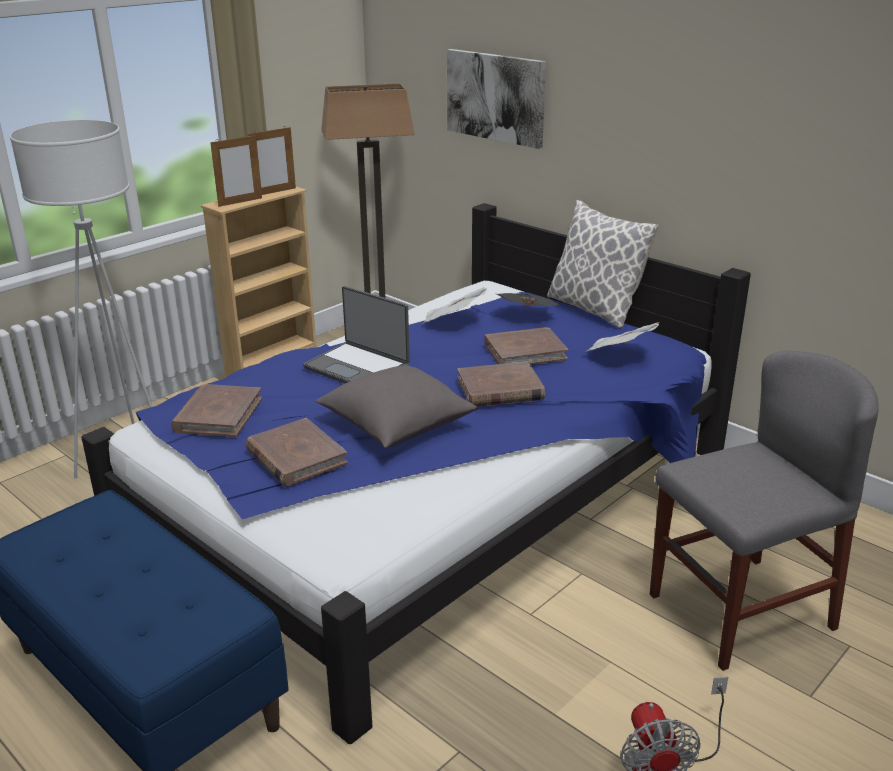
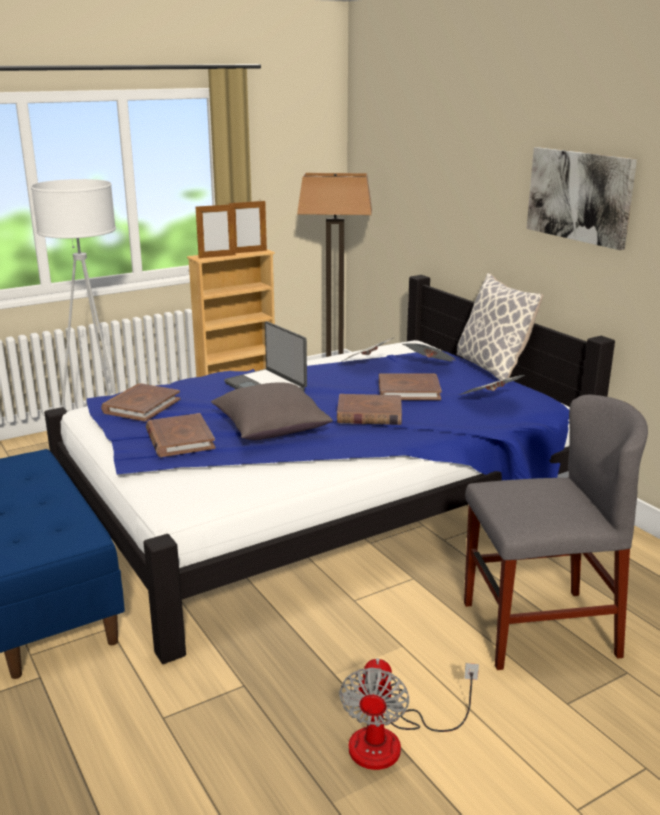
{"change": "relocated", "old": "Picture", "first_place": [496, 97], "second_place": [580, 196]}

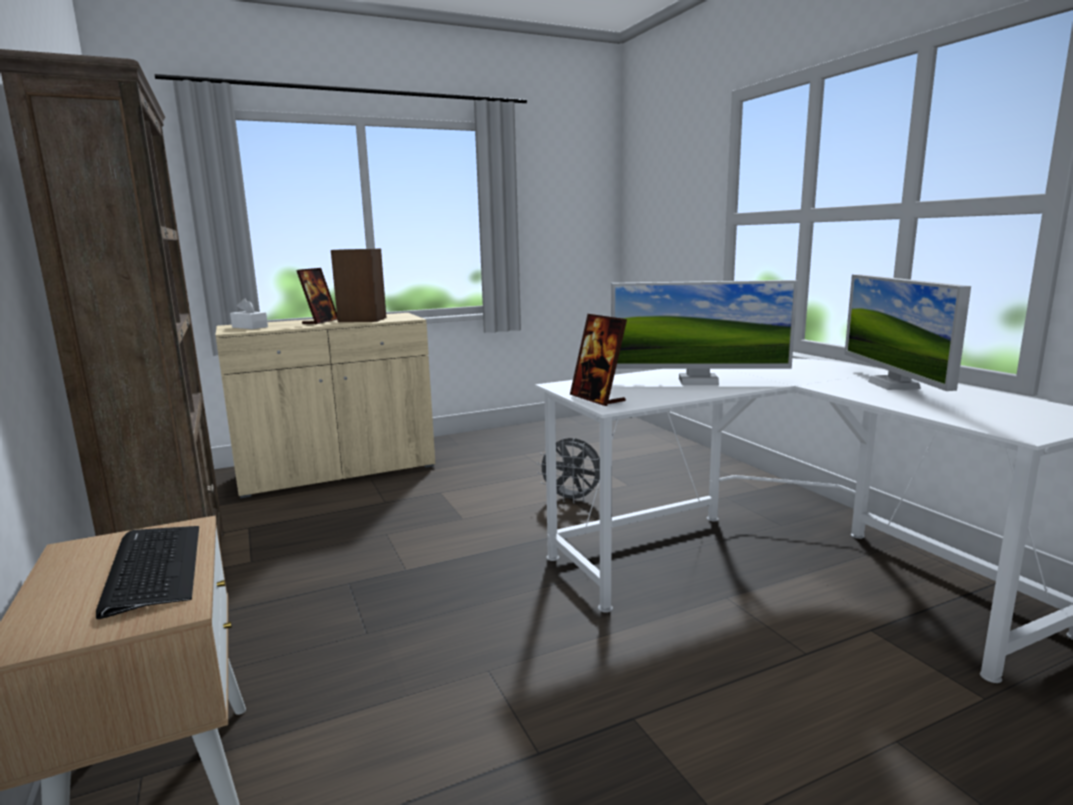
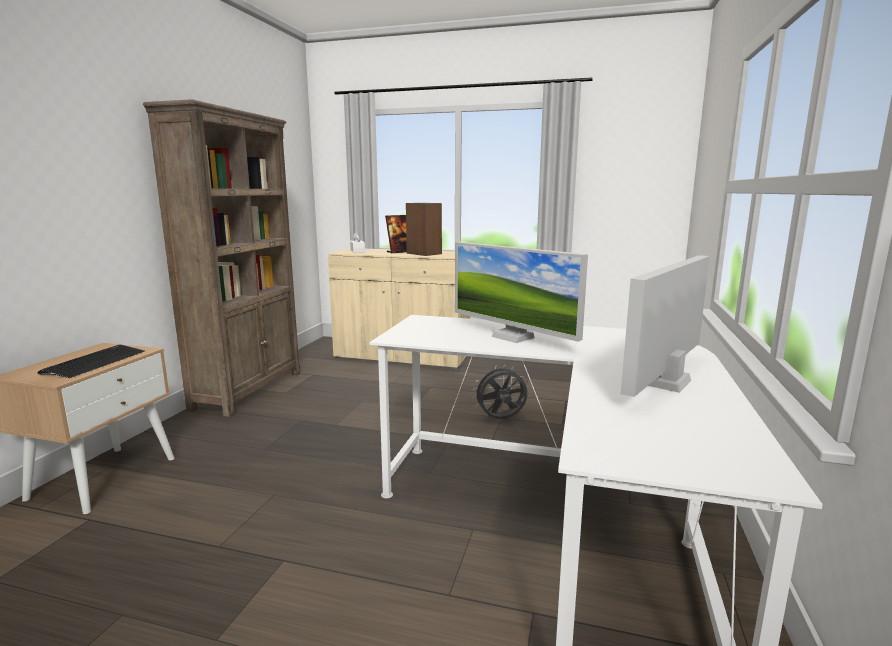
{"change": "missing", "old": "PictureFrame", "first_place": [597, 398]}
{"change": "spun", "old": "GreyFan", "first_place": [572, 499], "second_place": [501, 420], "degrees": 105}

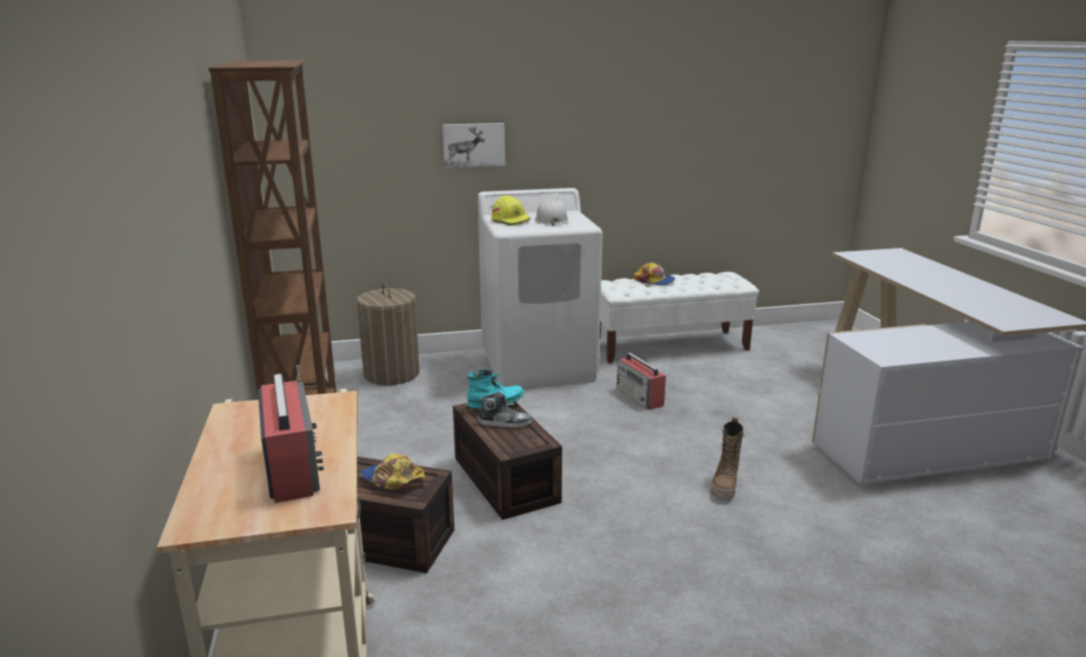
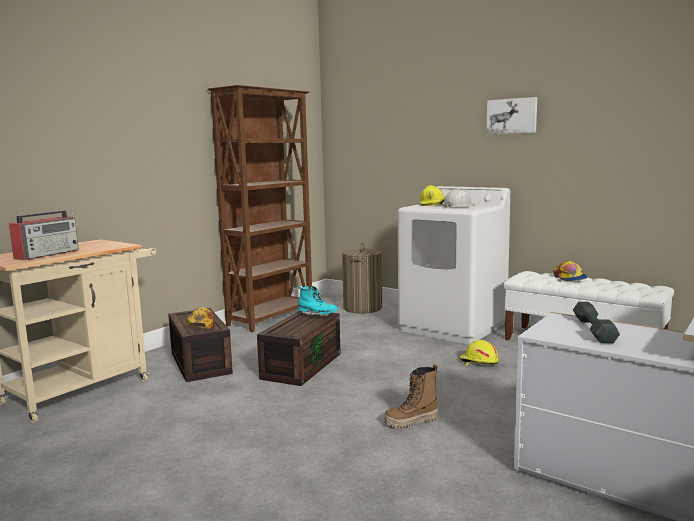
{"change": "relocated", "old": "Picture", "first_place": [473, 144], "second_place": [512, 116]}
{"change": "exchanged", "old": "Radio", "new": "YellowHardHat", "first_place": [640, 397], "second_place": [478, 362]}
{"change": "missing", "old": "Shoe", "first_place": [505, 423]}
{"change": "appeared", "new": "GreyDumbbell", "second_place": [593, 330]}

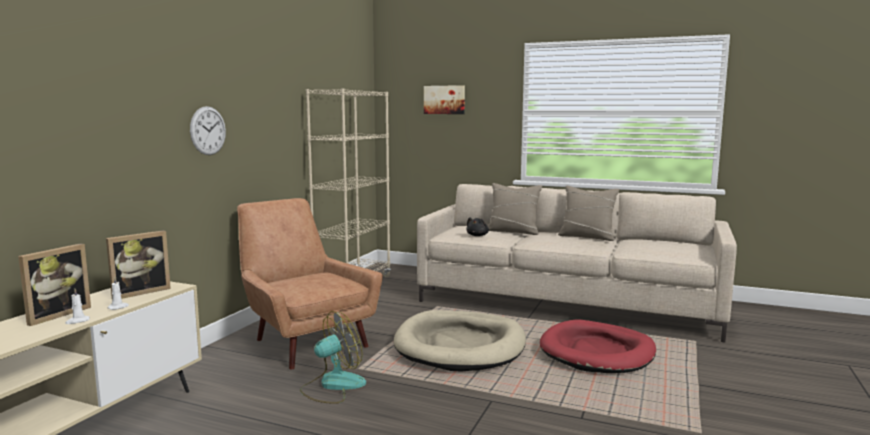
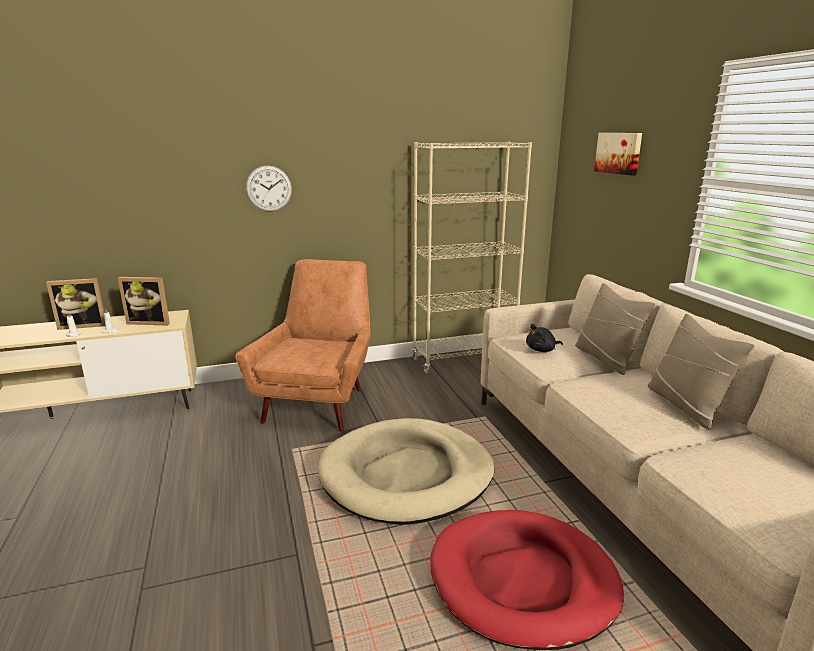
{"change": "missing", "old": "Fan", "first_place": [332, 386]}

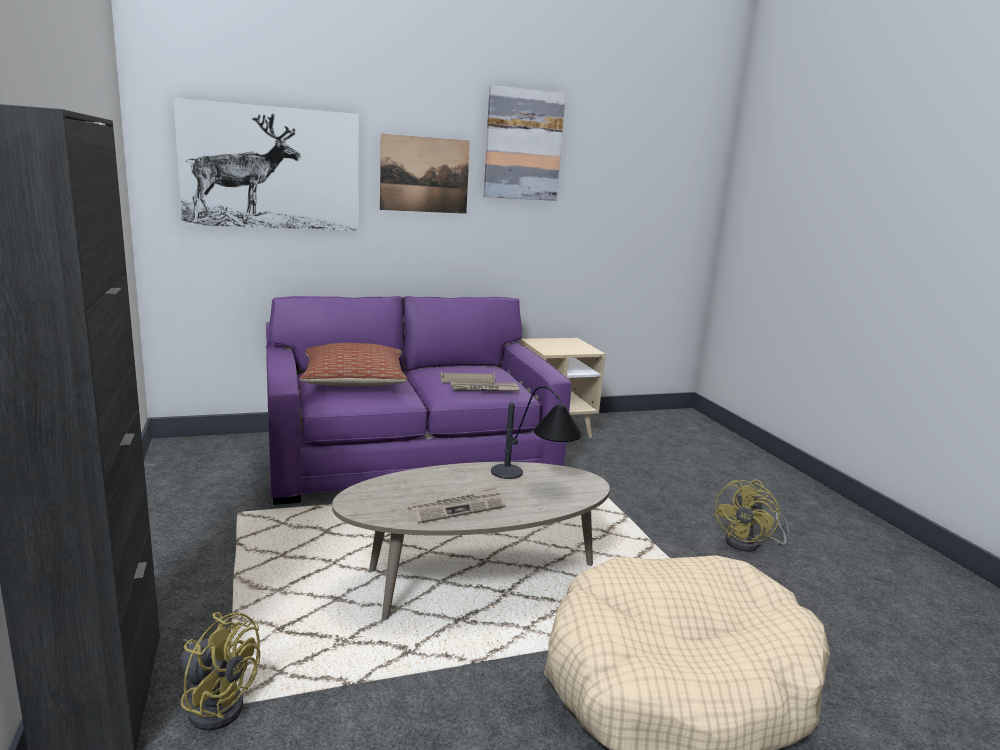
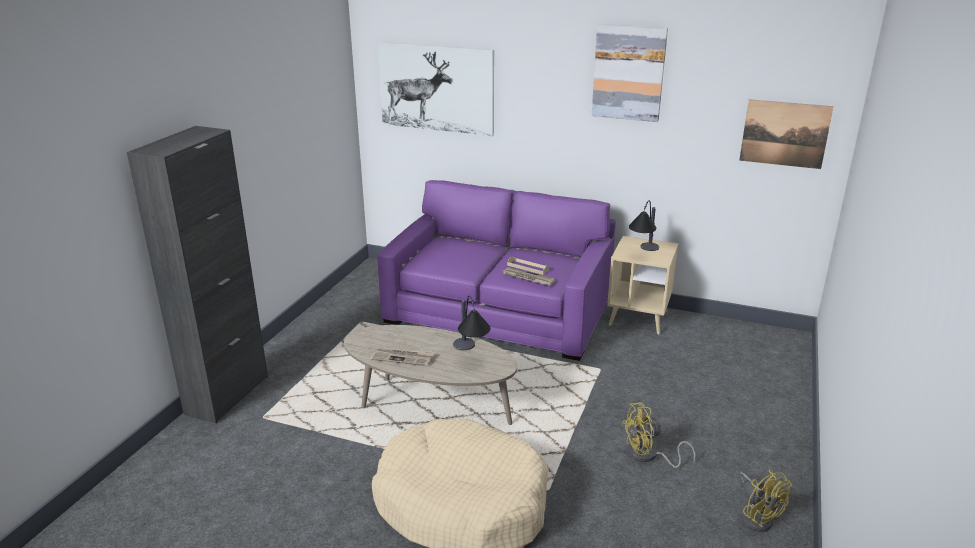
{"change": "relocated", "old": "Picture", "first_place": [424, 175], "second_place": [784, 134]}
{"change": "missing", "old": "Pillow", "first_place": [354, 381]}
{"change": "relocated", "old": "YellowFan", "first_place": [217, 702], "second_place": [757, 516]}
{"change": "appeared", "new": "TableLamp", "second_place": [643, 254]}

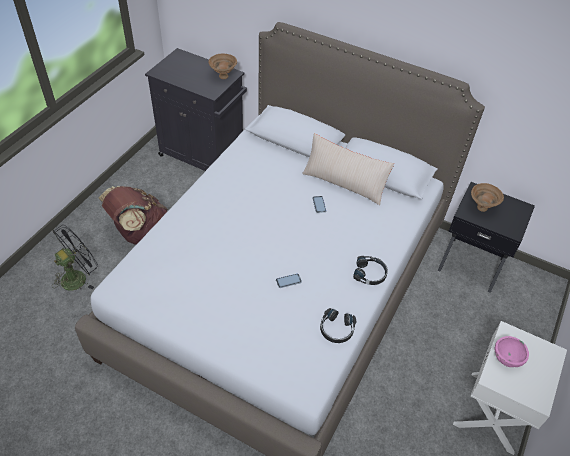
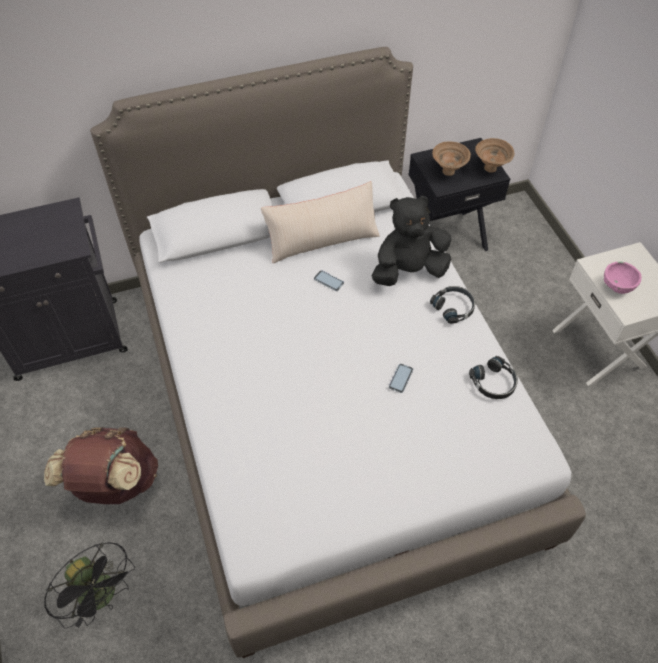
{"change": "relocated", "old": "BrownBowl", "first_place": [223, 77], "second_place": [491, 169]}
{"change": "spun", "old": "BlackFan", "first_place": [78, 276], "second_place": [103, 596], "degrees": 135}
{"change": "appeared", "new": "BlackPlushToy", "second_place": [408, 271]}

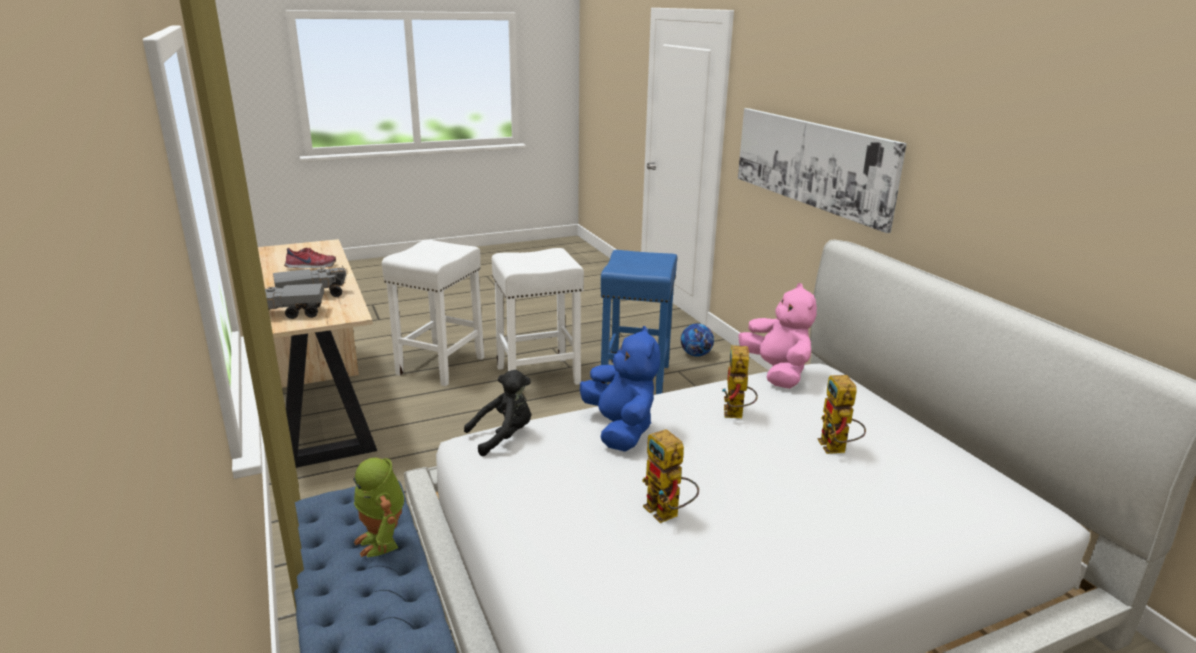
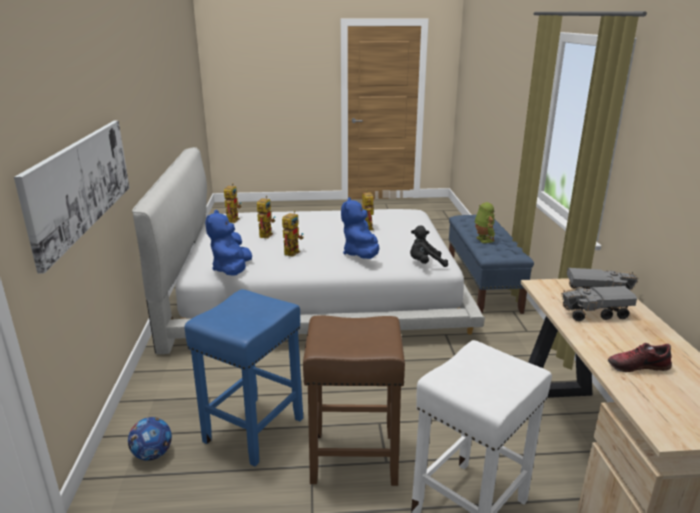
{"change": "colour", "old": "WhiteStool", "new": "BrownStool", "first_place": [539, 375], "second_place": [352, 458]}
{"change": "colour", "old": "PinkPlushToy", "new": "BluePlushToy", "first_place": [776, 373], "second_place": [232, 270]}
{"change": "appeared", "new": "ToyRobot", "second_place": [233, 219]}

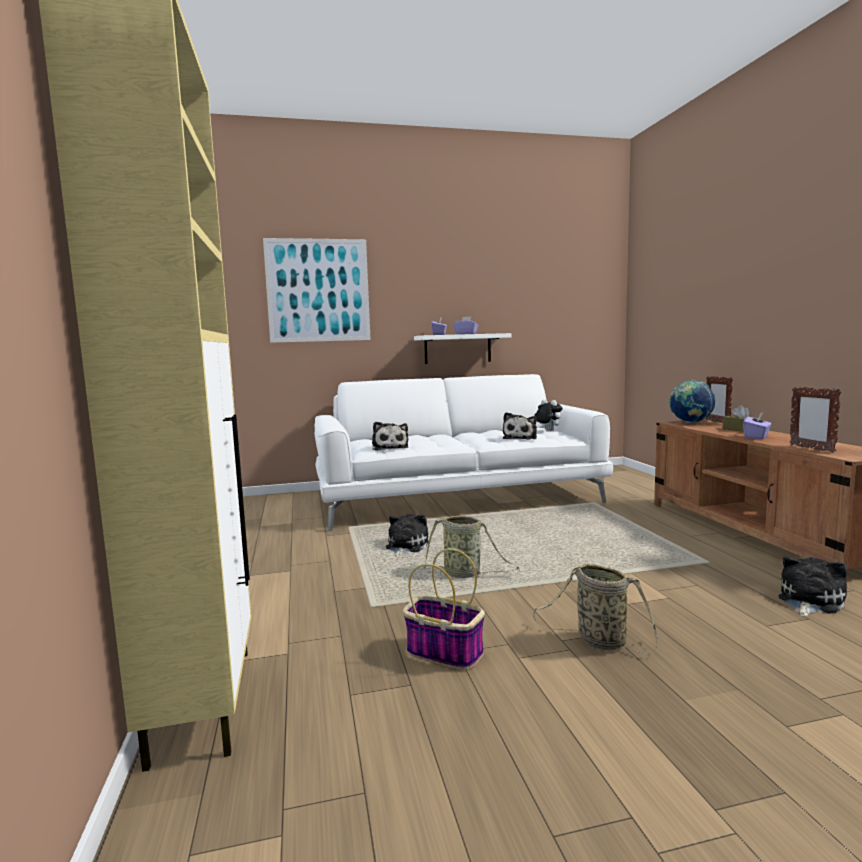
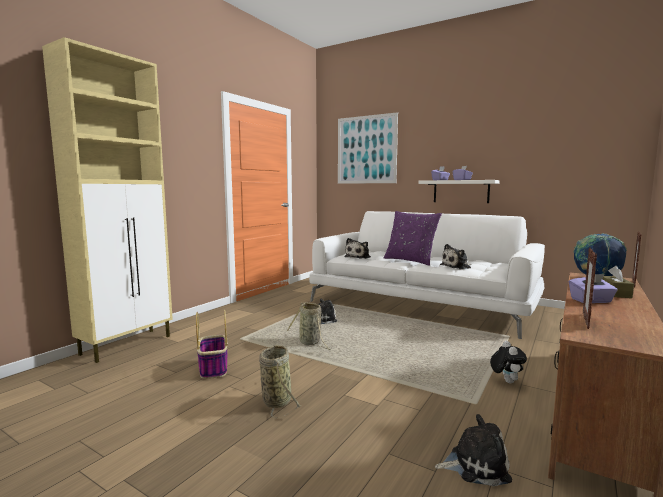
{"change": "relocated", "old": "PlushToy", "first_place": [547, 430], "second_place": [506, 381]}
{"change": "appeared", "new": "PurplePillow", "second_place": [410, 261]}

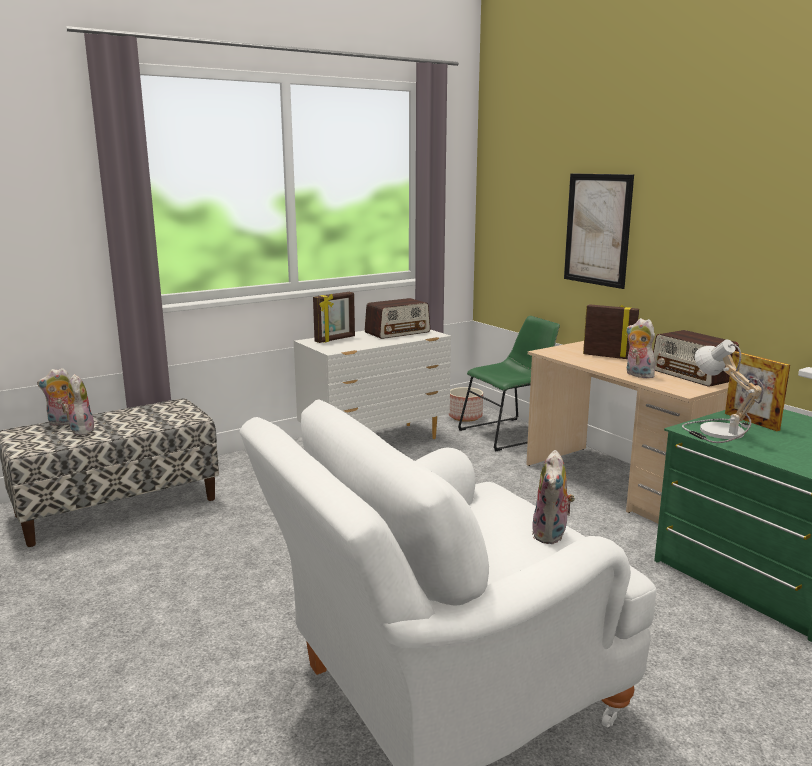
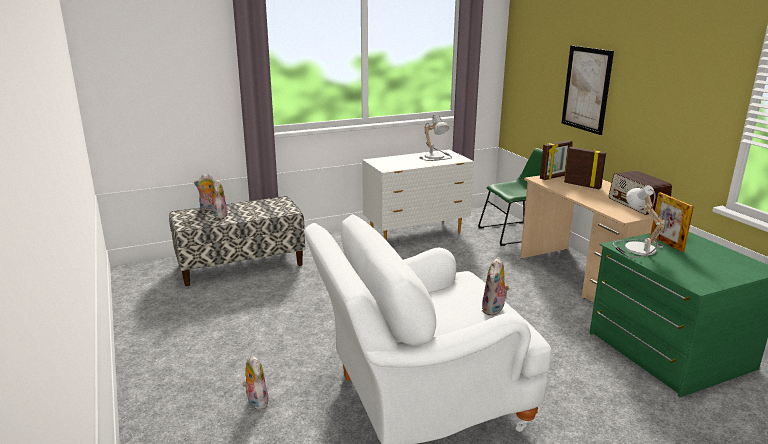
{"change": "relocated", "old": "PictureFrame", "first_place": [335, 339], "second_place": [554, 177]}
{"change": "exchanged", "old": "Radio", "new": "TableLamp", "first_place": [397, 332], "second_place": [436, 156]}
{"change": "relocated", "old": "PlushToy", "first_place": [637, 375], "second_place": [256, 401]}
{"change": "missing", "old": "Planter", "first_place": [465, 417]}

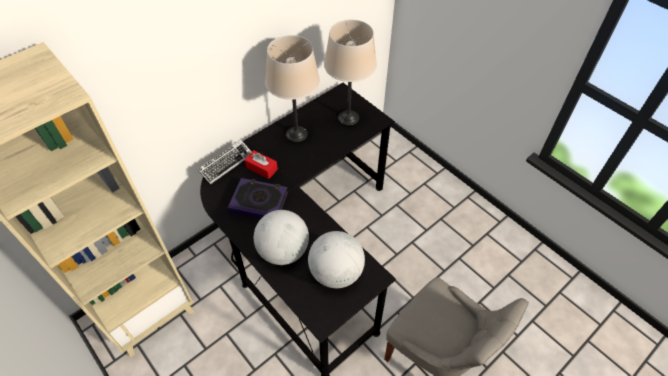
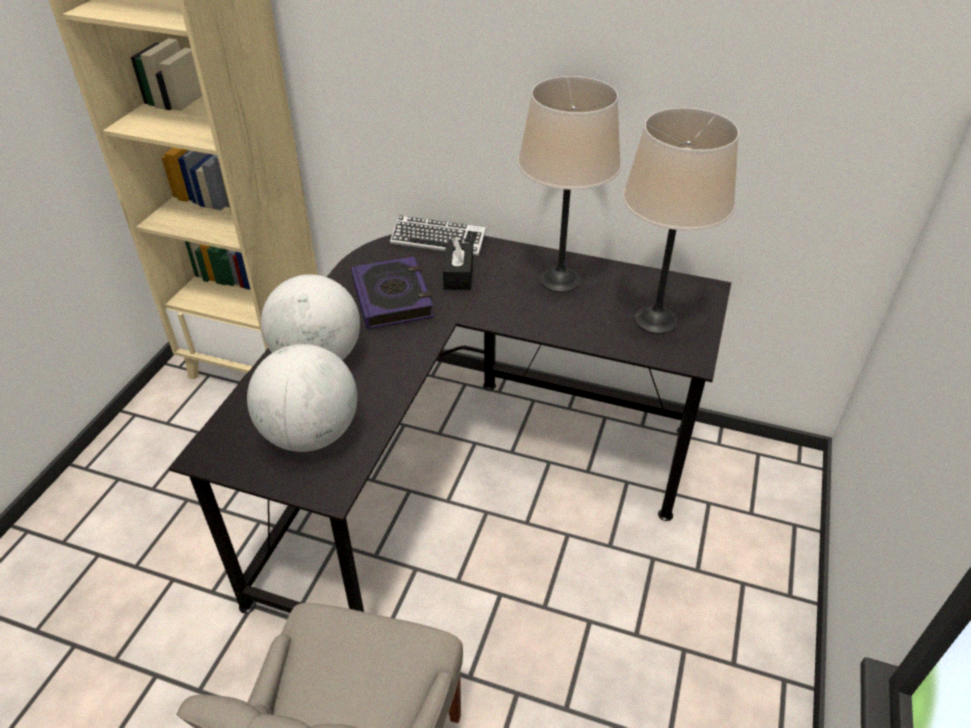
{"change": "colour", "old": "RedTissueBox", "new": "BlackTissueBox", "first_place": [261, 168], "second_place": [458, 275]}

